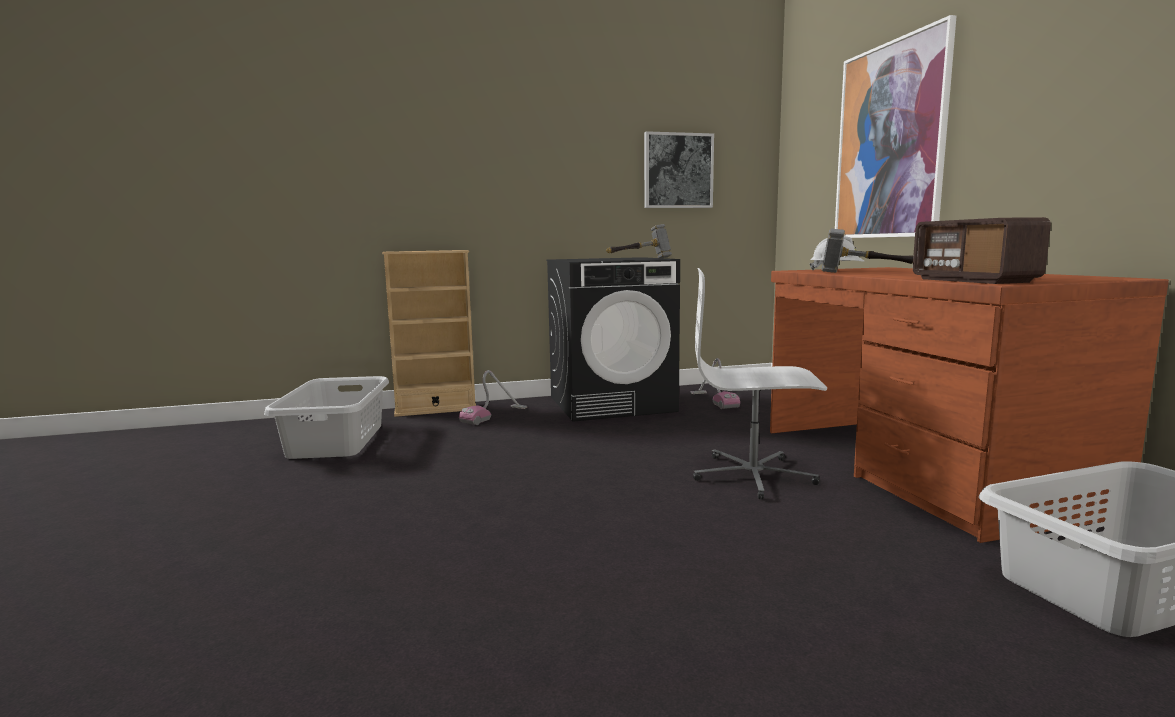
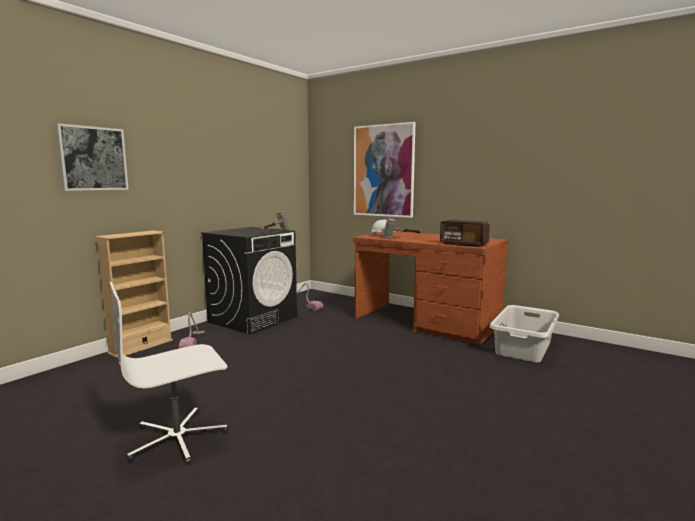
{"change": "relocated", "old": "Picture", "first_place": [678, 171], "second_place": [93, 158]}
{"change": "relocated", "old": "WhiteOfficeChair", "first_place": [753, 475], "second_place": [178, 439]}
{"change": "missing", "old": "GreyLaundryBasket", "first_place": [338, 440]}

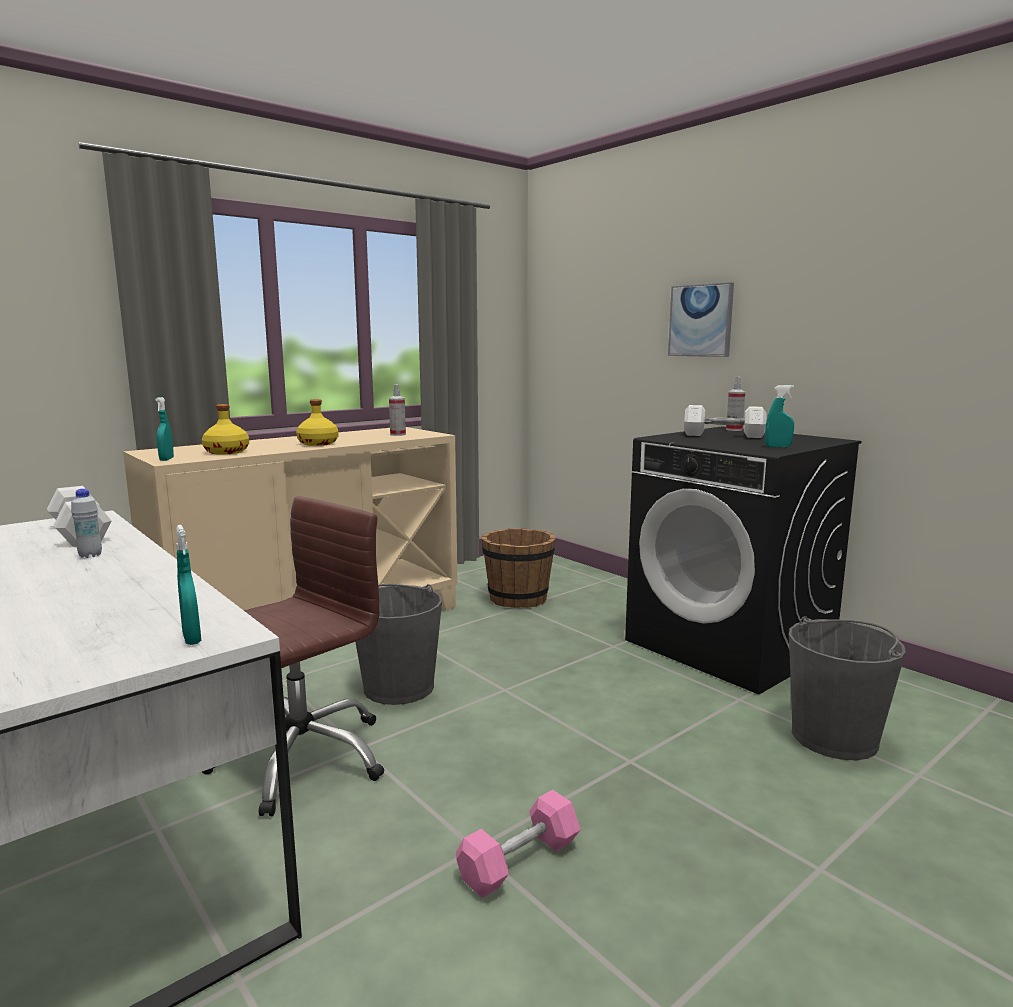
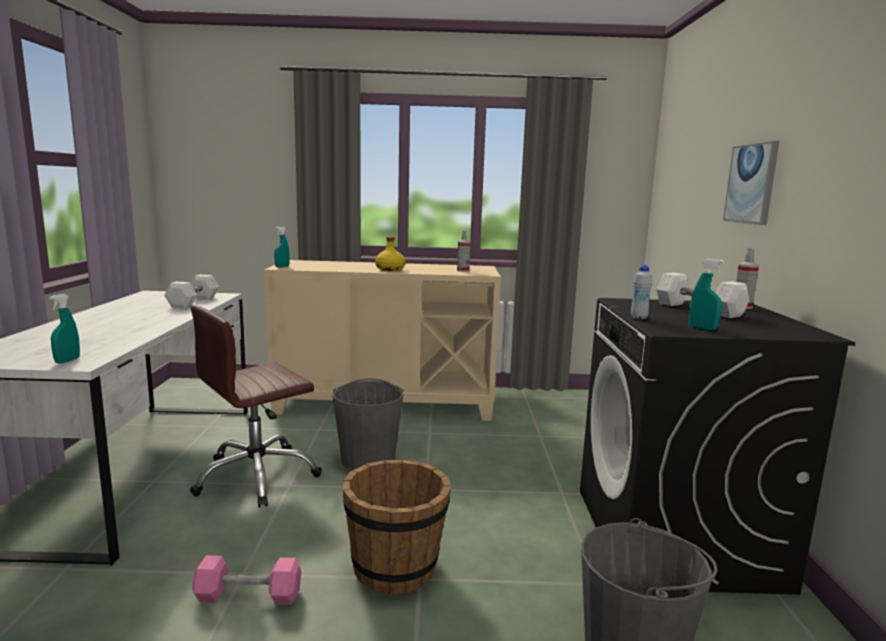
{"change": "missing", "old": "YellowBottle", "first_place": [227, 452]}
{"change": "relocated", "old": "WhiteBottle", "first_place": [90, 555], "second_place": [638, 318]}
{"change": "spun", "old": "BrownOfficeChair", "first_place": [301, 758], "second_place": [257, 476], "degrees": 150}
{"change": "relocated", "old": "BrownBucket", "first_place": [518, 598], "second_place": [395, 566]}

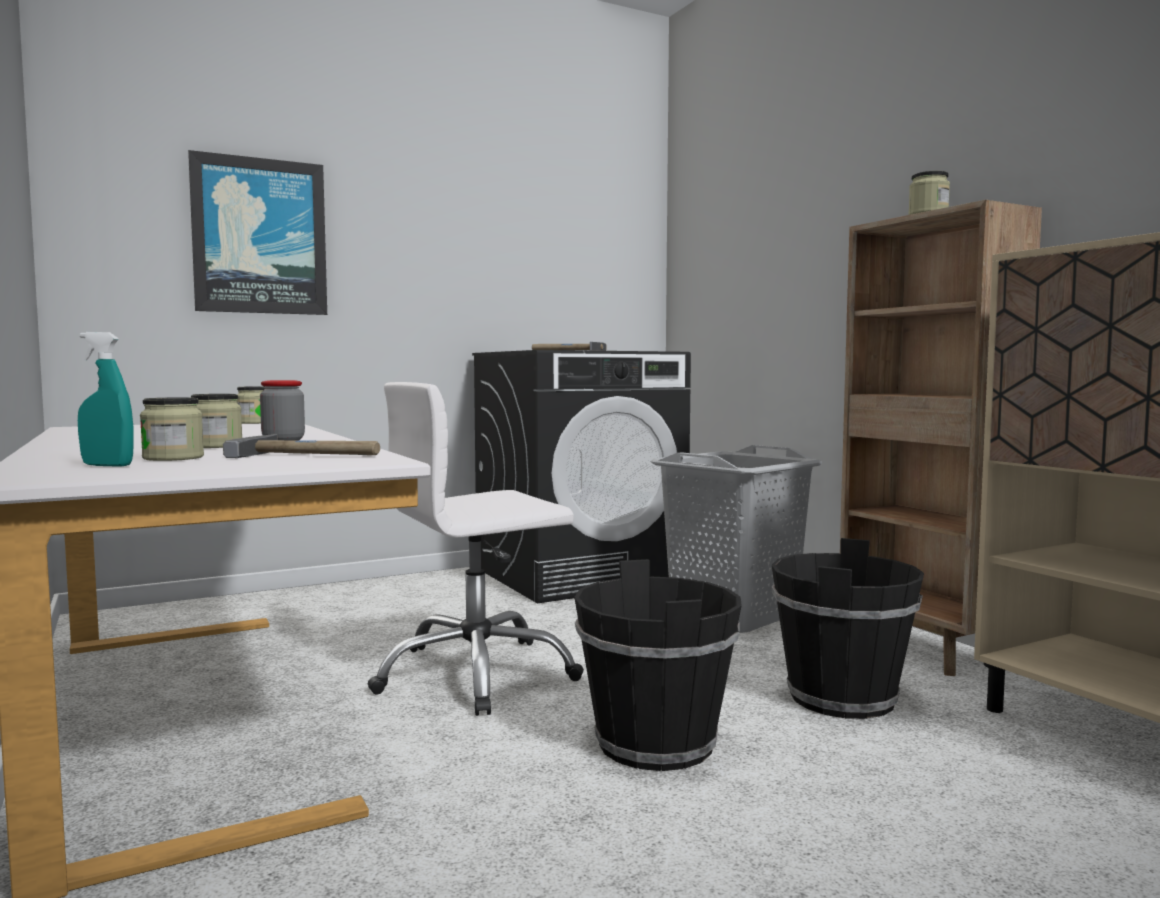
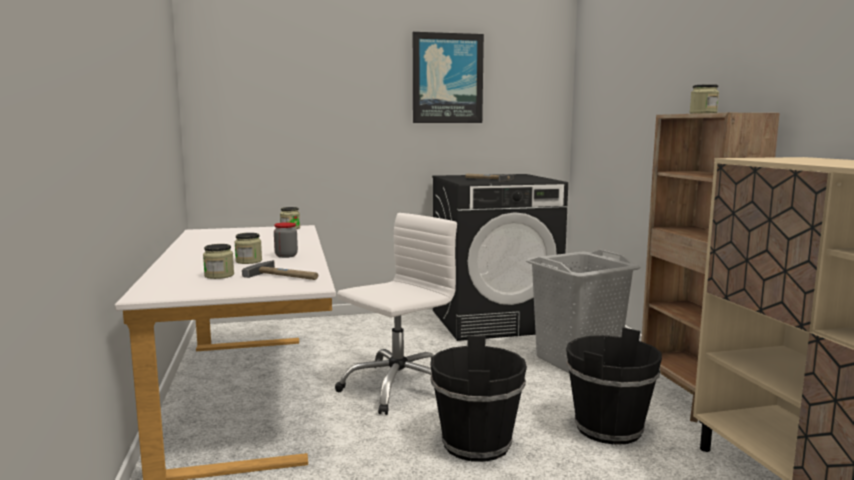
{"change": "relocated", "old": "Picture", "first_place": [260, 236], "second_place": [447, 78]}
{"change": "missing", "old": "TurquoiseSprayBottle", "first_place": [107, 465]}
{"change": "spun", "old": "WhiteOfficeChair", "first_place": [476, 674], "second_place": [398, 387], "degrees": 150}

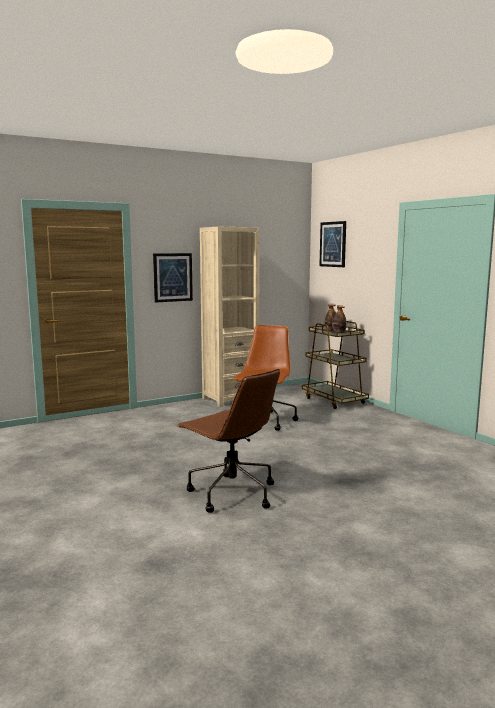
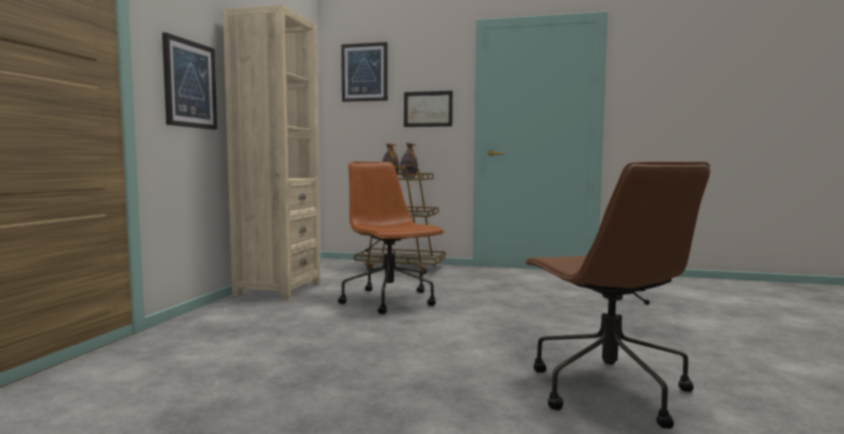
{"change": "spun", "old": "BrownOfficeChair", "first_place": [231, 493], "second_place": [606, 389], "degrees": 75}
{"change": "appeared", "new": "Picture", "second_place": [428, 109]}

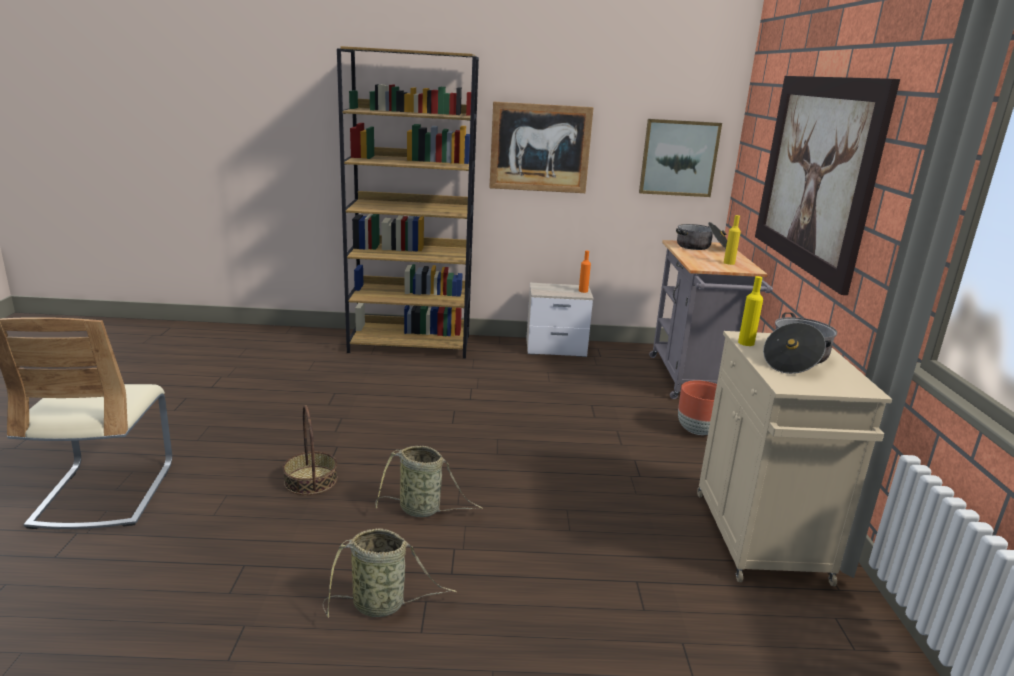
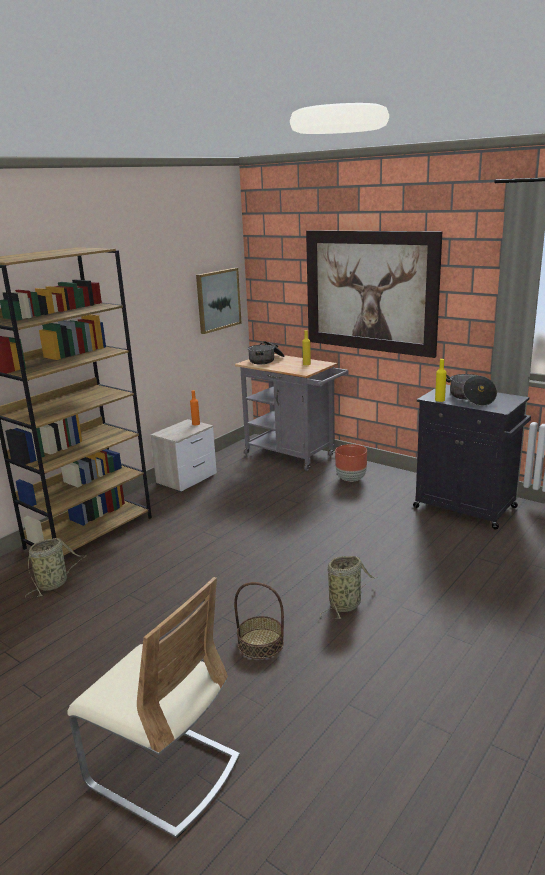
{"change": "missing", "old": "Picture", "first_place": [540, 148]}
{"change": "colour", "old": "BeigeCabinet", "new": "BlackCabinet", "first_place": [761, 539], "second_place": [467, 508]}
{"change": "relocated", "old": "Basket", "first_place": [382, 605], "second_place": [54, 583]}

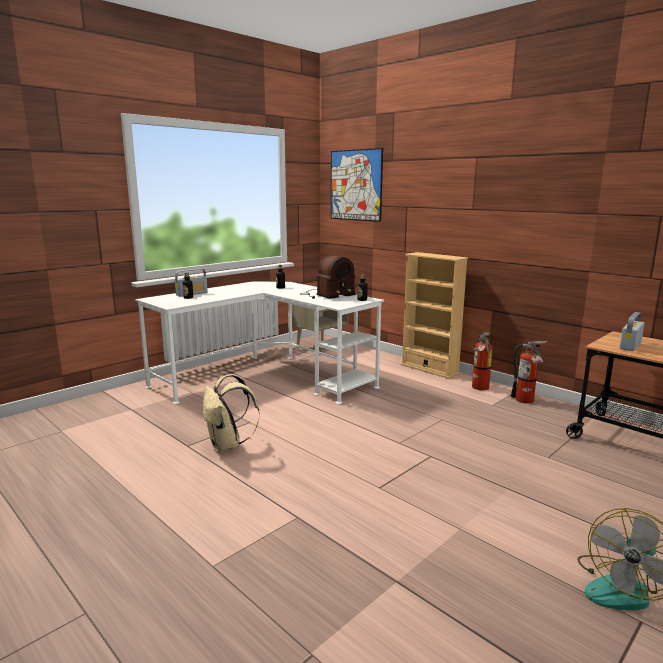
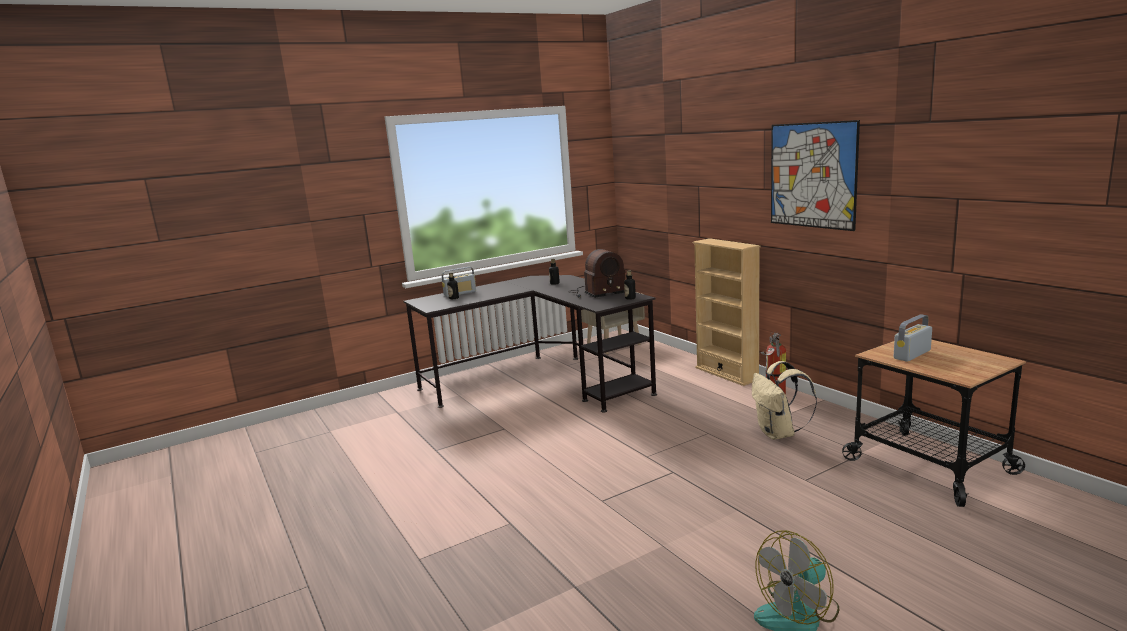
{"change": "relocated", "old": "Picture", "first_place": [355, 185], "second_place": [812, 175]}
{"change": "colour", "old": "WhiteDesk", "new": "BlackDesk", "first_place": [266, 378], "second_place": [539, 381]}
{"change": "missing", "old": "FireExtinguisher", "first_place": [526, 401]}
{"change": "relocated", "old": "BeigeBackpack", "first_place": [227, 446], "second_place": [778, 434]}

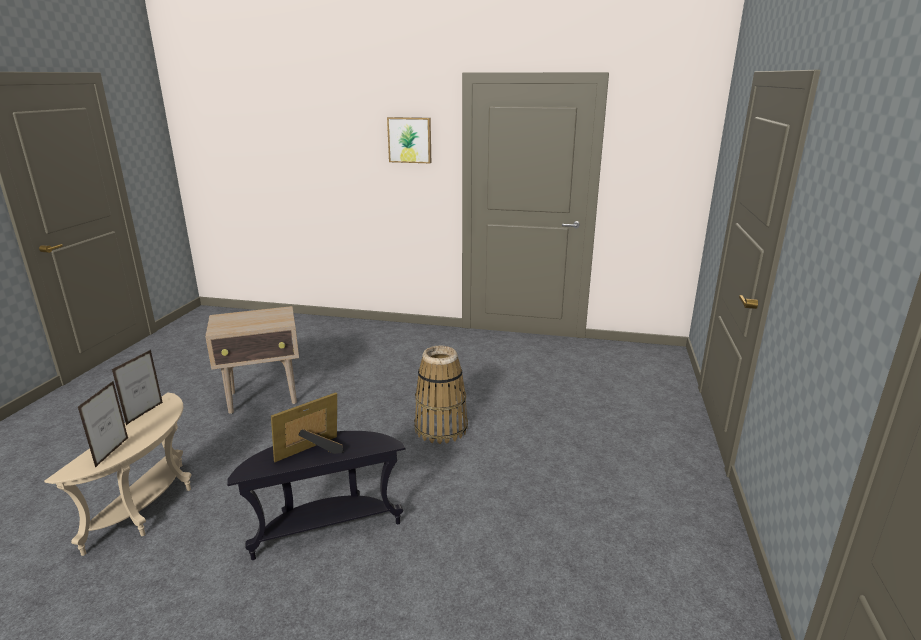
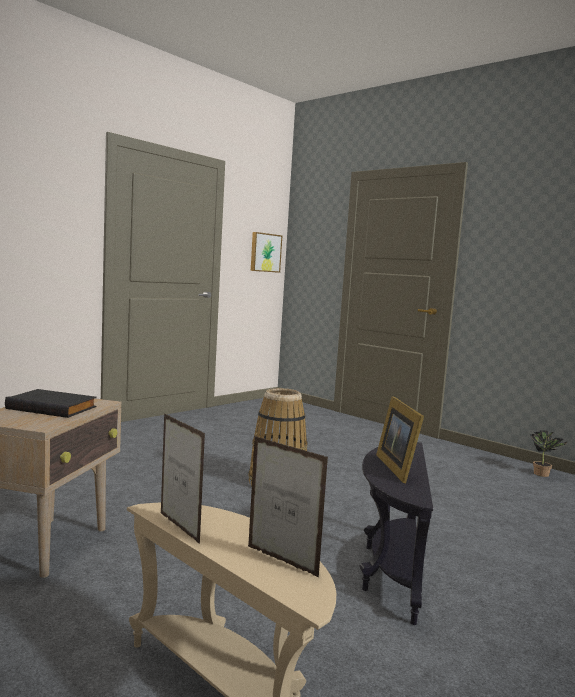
{"change": "relocated", "old": "Picture", "first_place": [410, 140], "second_place": [265, 252]}
{"change": "appeared", "new": "BlackBook", "second_place": [53, 407]}
{"change": "appeared", "new": "PottedPlant", "second_place": [543, 474]}

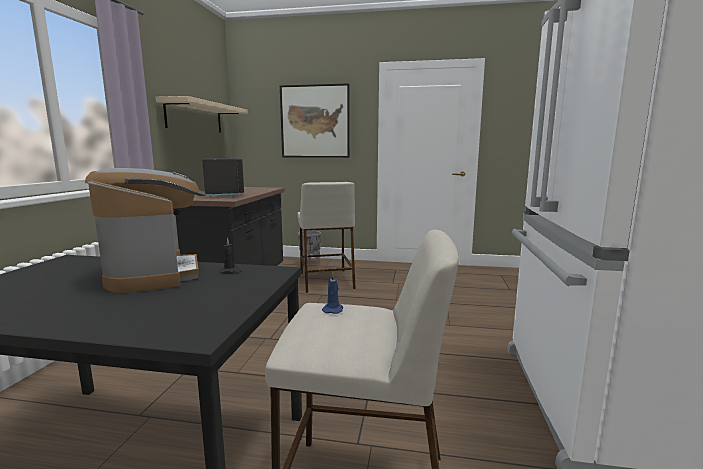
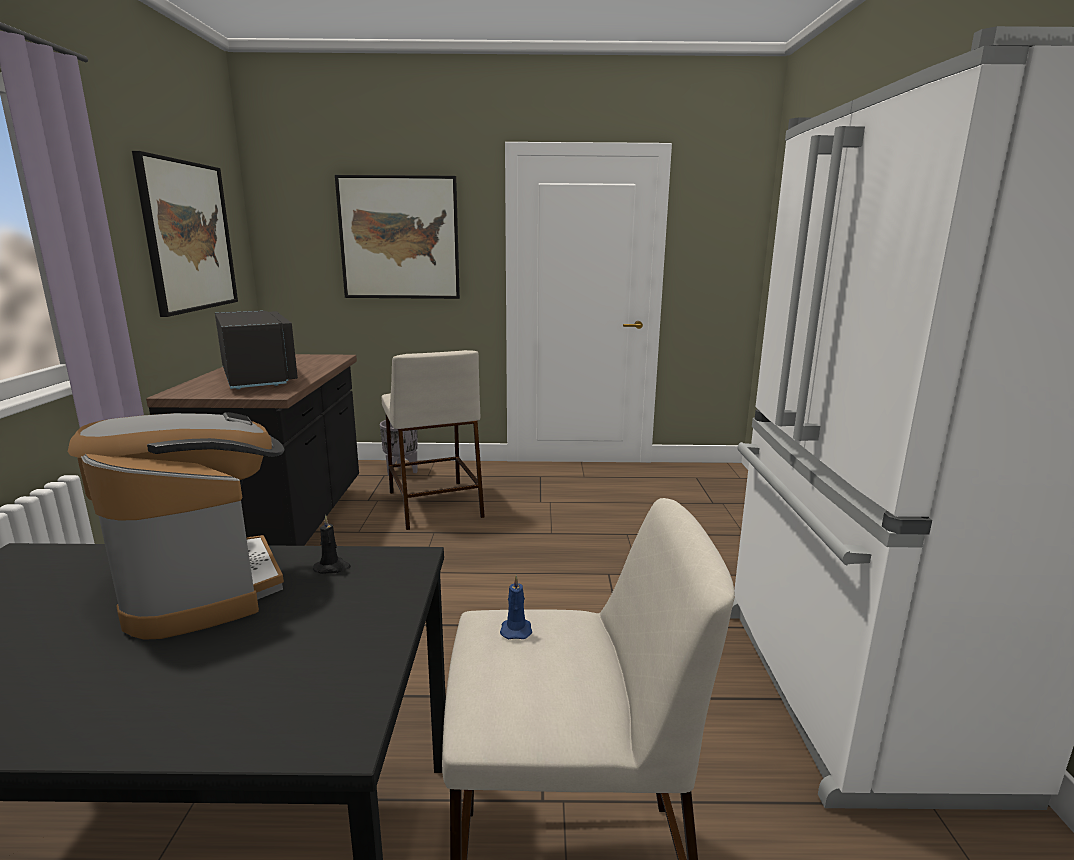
{"change": "exchanged", "old": "BeigeShelf", "new": "Picture", "first_place": [195, 117], "second_place": [188, 236]}

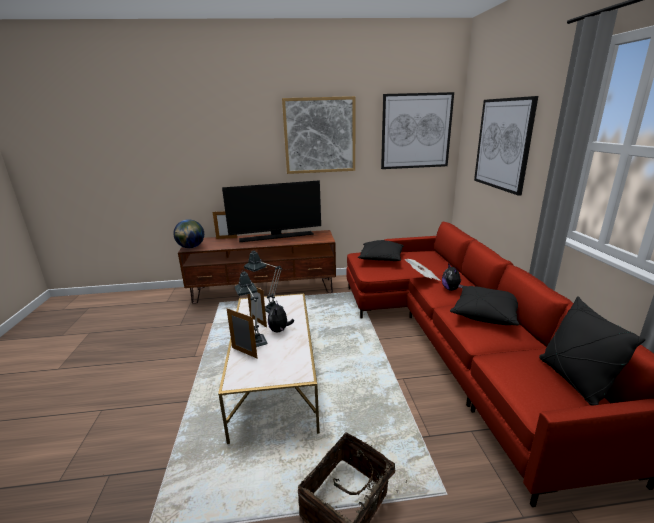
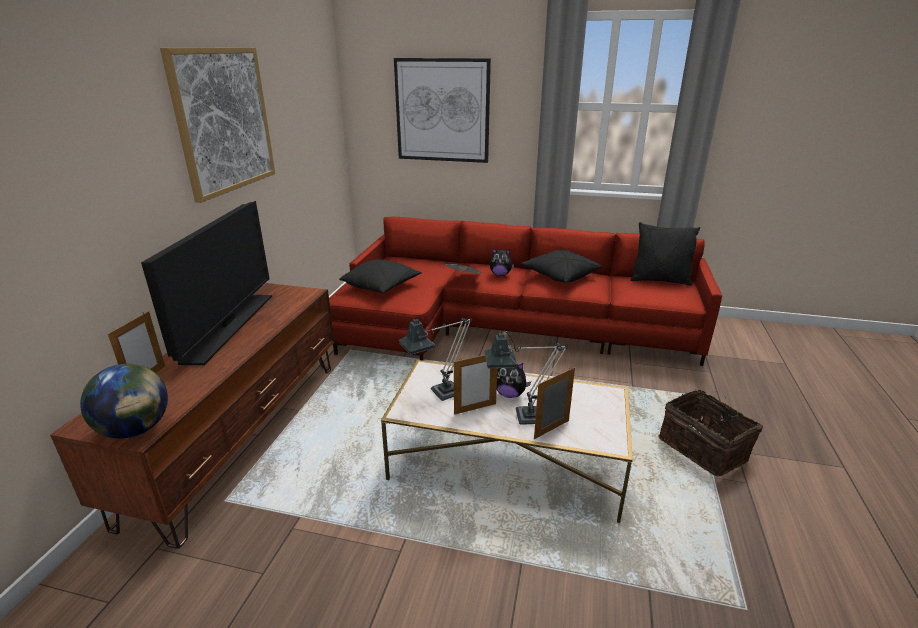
{"change": "missing", "old": "Picture", "first_place": [416, 131]}

